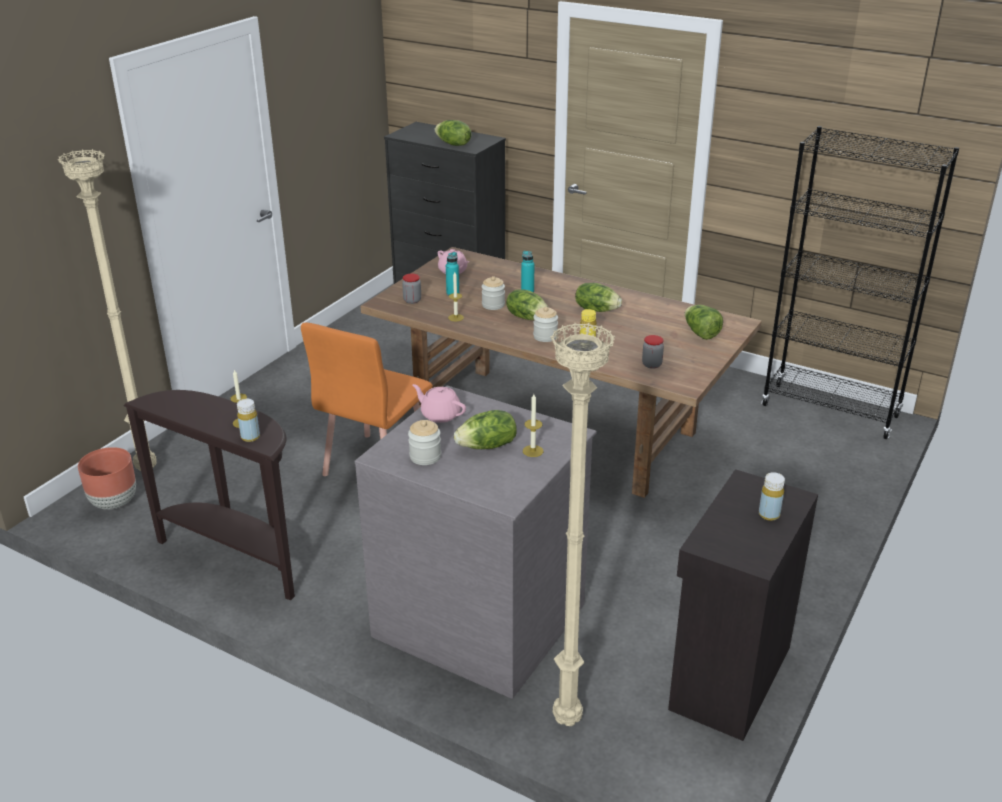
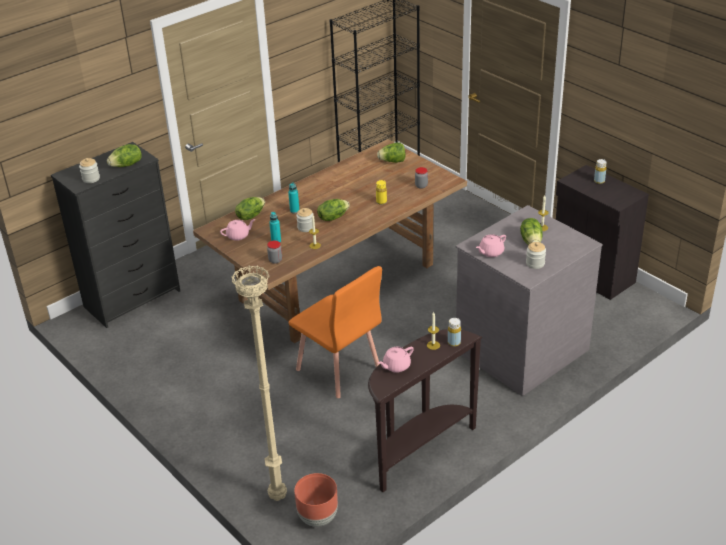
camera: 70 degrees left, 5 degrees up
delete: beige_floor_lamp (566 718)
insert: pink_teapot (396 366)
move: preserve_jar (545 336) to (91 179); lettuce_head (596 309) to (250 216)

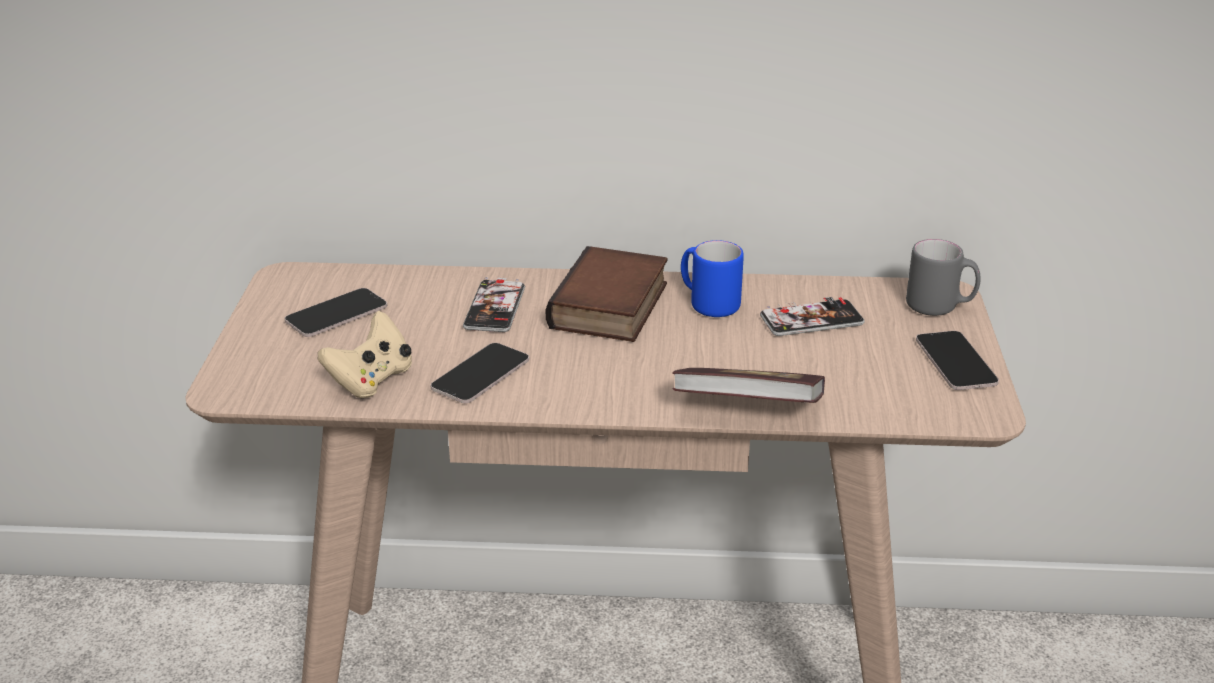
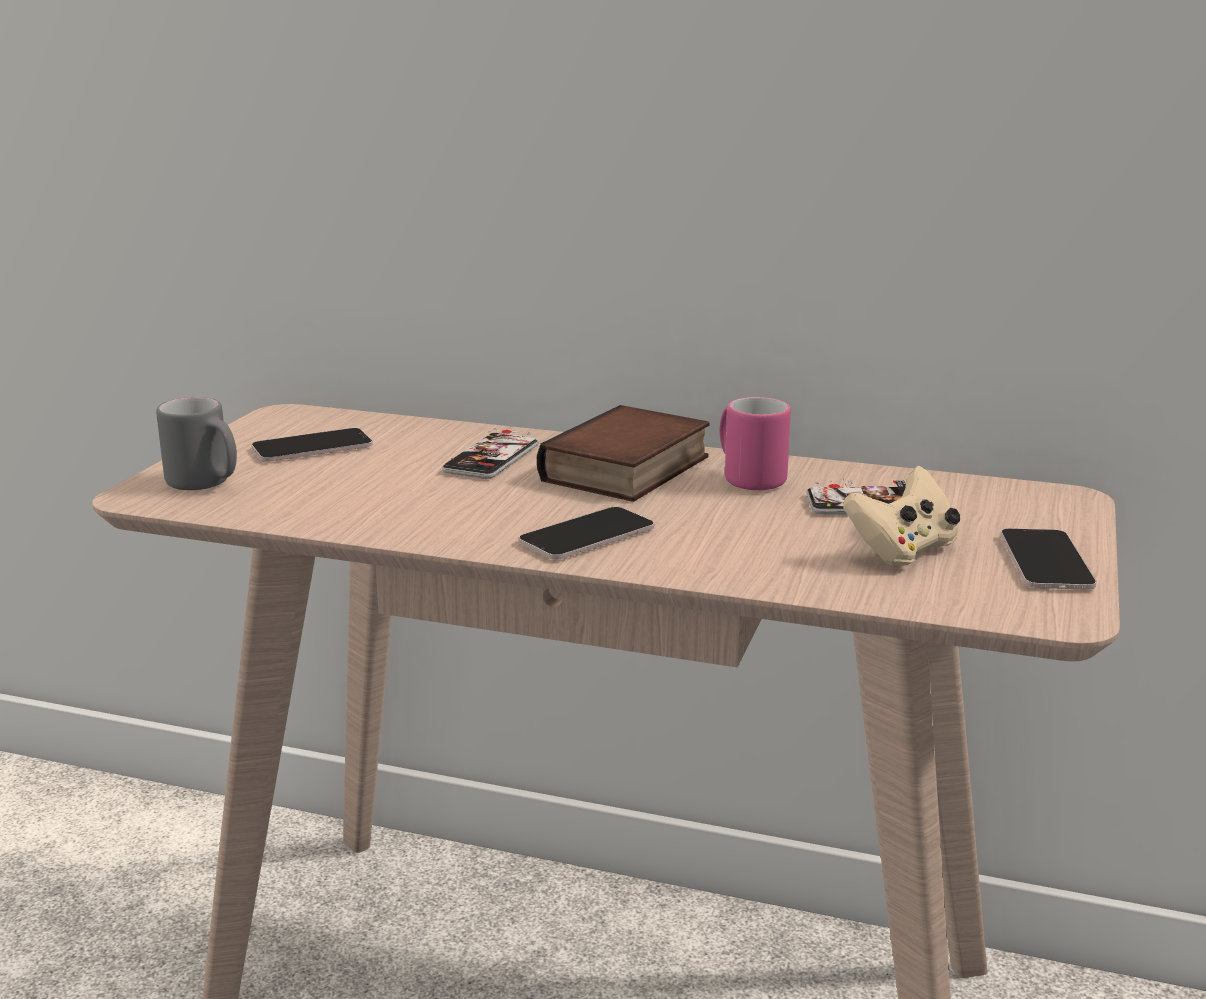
camera: 15 degrees right, 10 degrees down
delete: bound_book (748 411)
move: beige_game_controller (371 380) to (902 551); handset (480 374) to (587 535); grey_tea_mug (940 307) to (206 484)
recolor: blue_tea_mug (708 304) to pink_tea_mug (747 478)

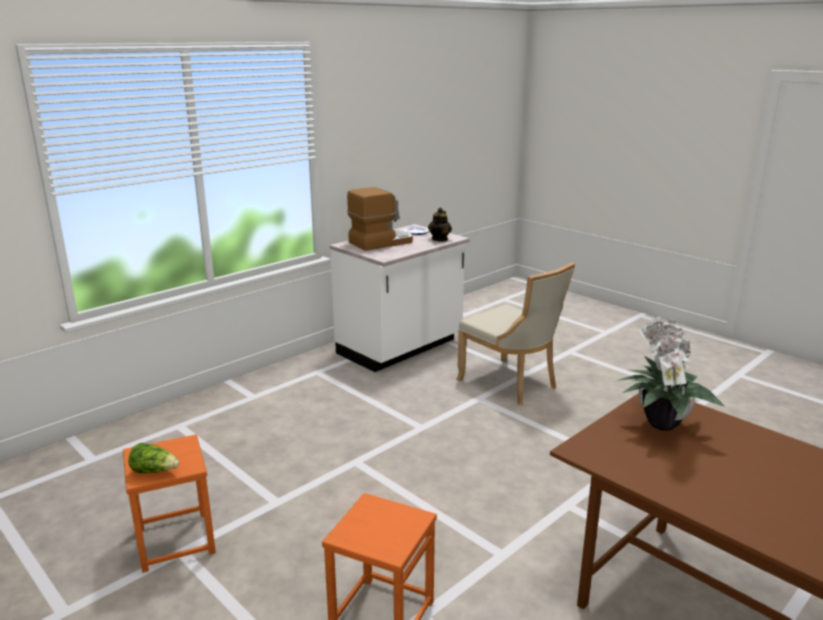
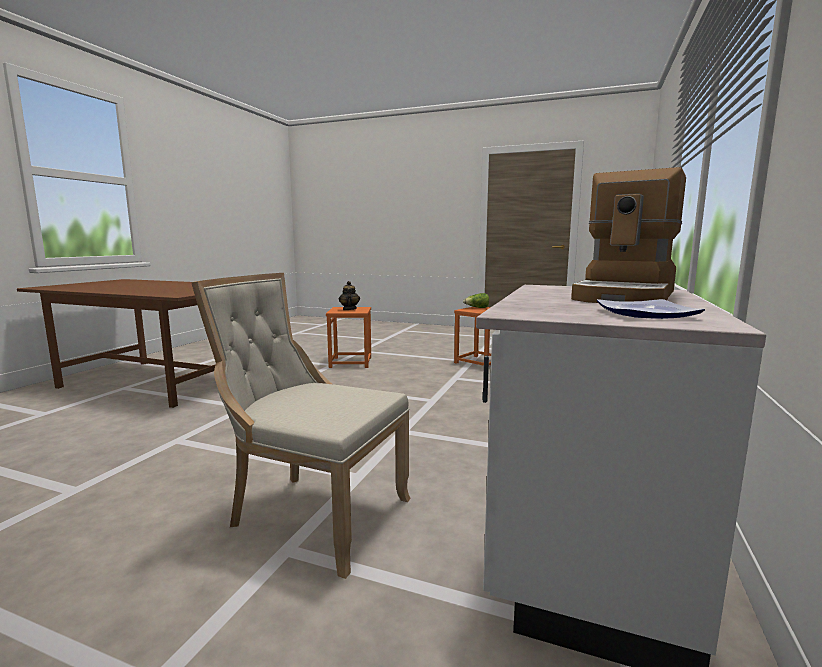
camera: 155 degrees right, 10 degrees down
delete: houseplant (661 426)
move: teapot (440 239) to (349 309)

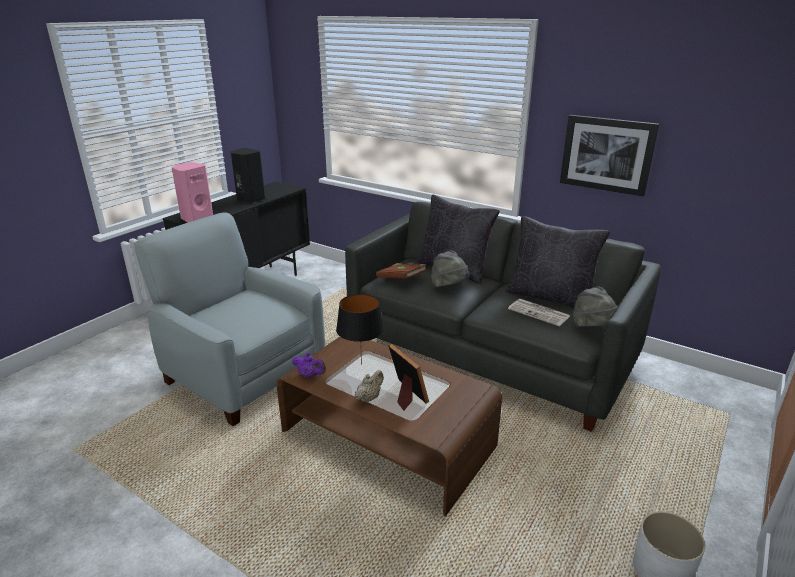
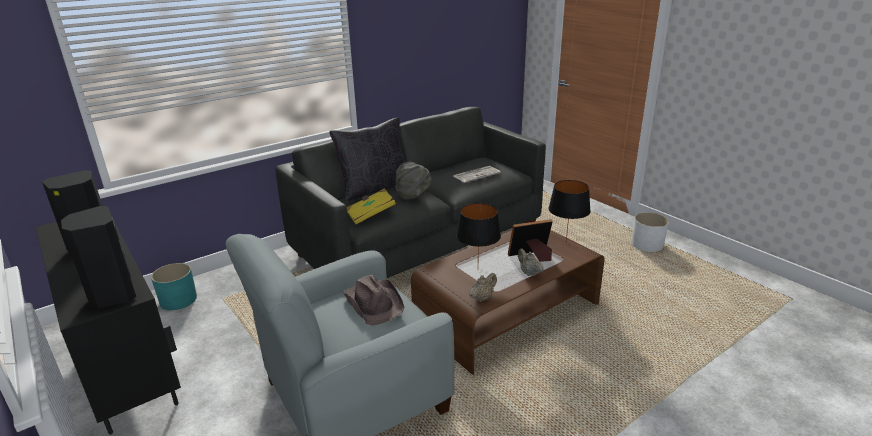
camera: 70 degrees left, 0 degrees up
delete: black_pillow (550 297); wall_picture (607 154); grey_wearable_hat (592 328)
insert: turquoise_plant_pot (178 300); brown_wearable_hat (374 303); black_tabletop_lamp (566 242)
recolor: pink_speaker (196 218) to black_speaker (112 296); purple_teapot (310 375) to beige_teapot (482 298); brown_bound_book (401 279) to yellow-coloured_bound_book (370 215)

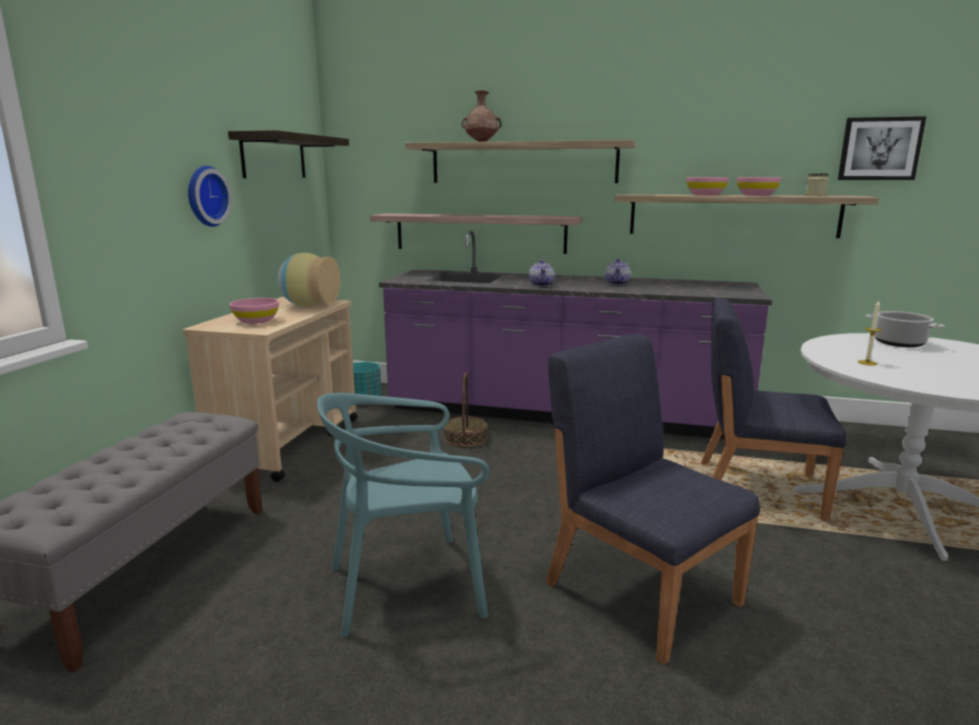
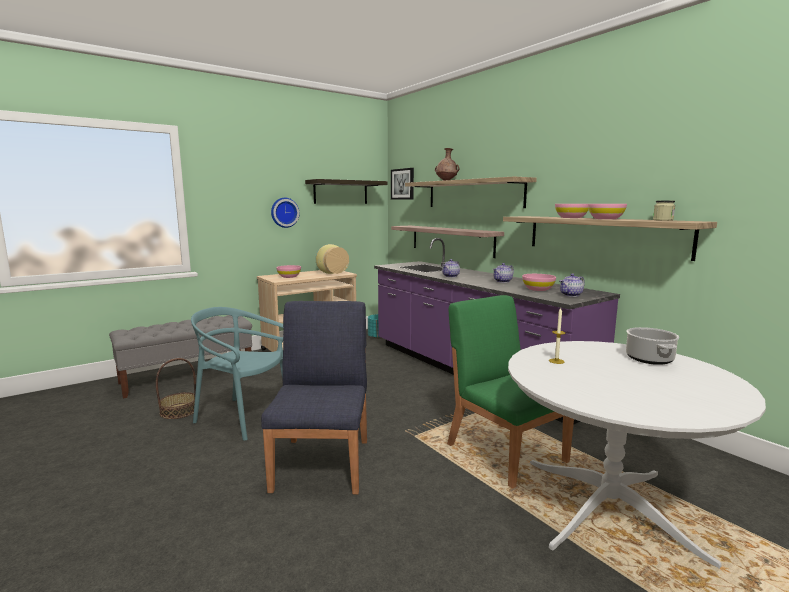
camera: 40 degrees right, 5 degrees down
insert: pink_deep_dish (538 289); teapot (571 295)
move: basket (465 438) to (179 411); wall_picture (879 149) to (402 184)
recolor: blue_upright_chair (756 489) to greenish_upright_chair (505 452)

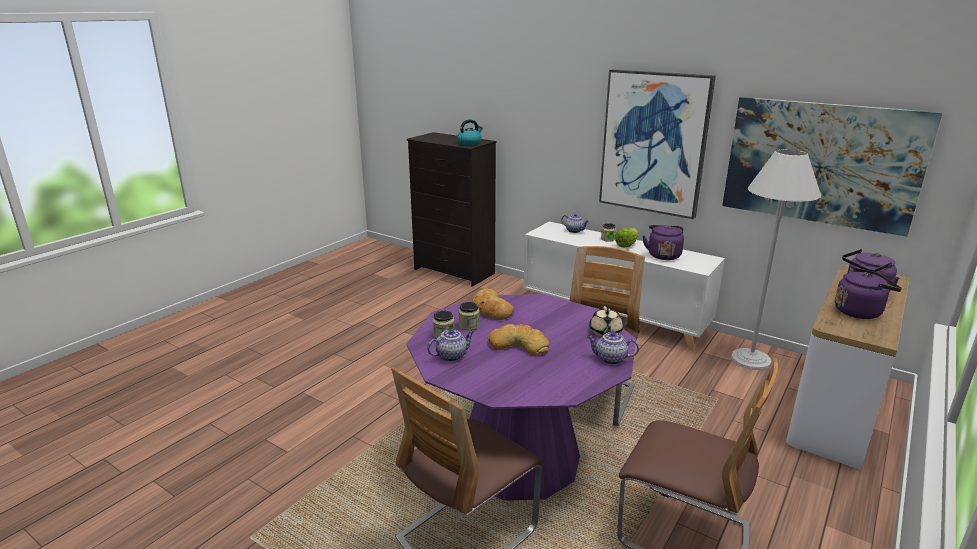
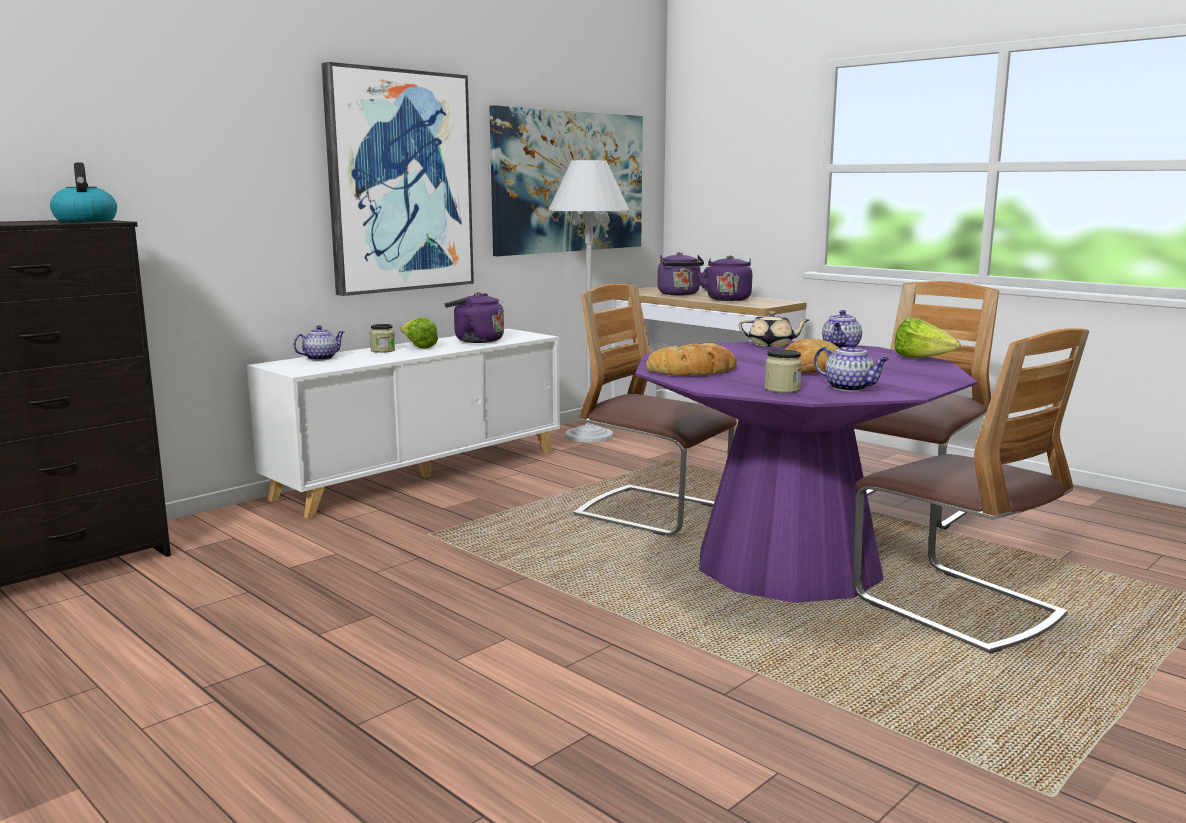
camera: 80 degrees left, 10 degrees down
delete: preserve_jar (469 325)
insert: lettuce_head (922 359)
rotate: teapot (452 356) = (850 388) 150 degrees clockwise

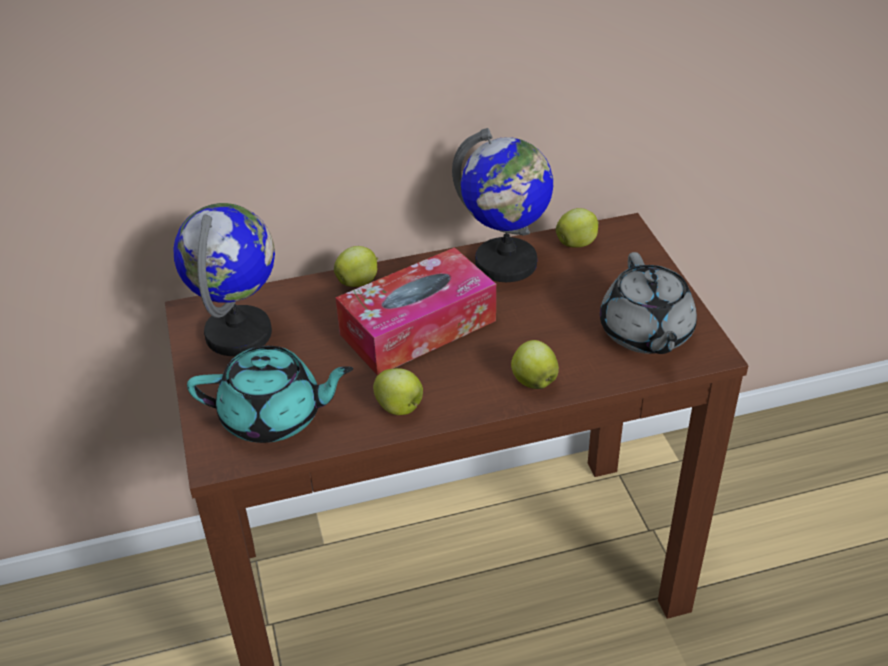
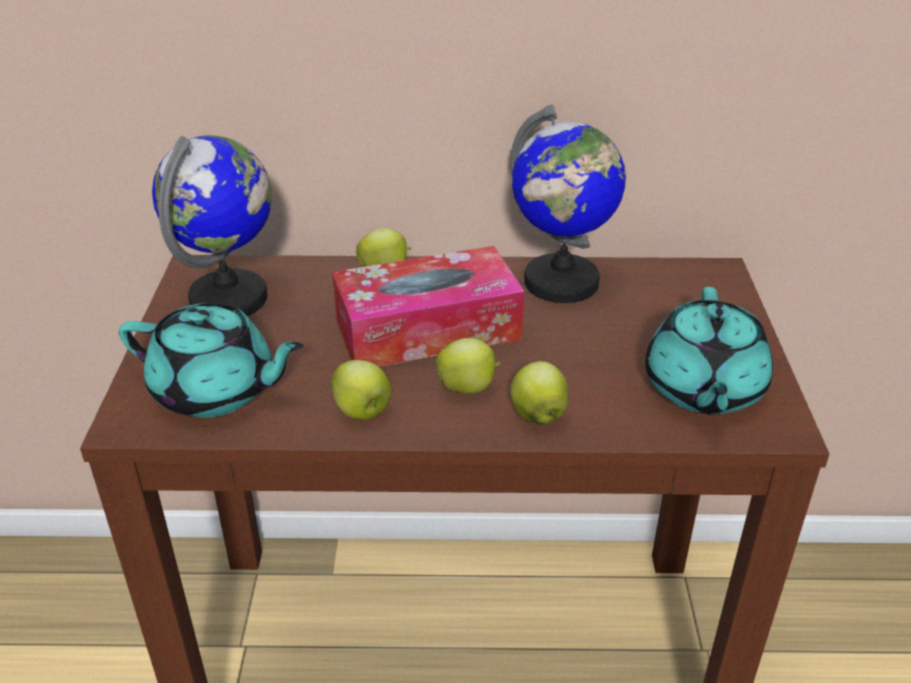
camera: 15 degrees right, 5 degrees down
move: apple (577 244) to (467 388)
recolor: grey_teapot (646 333) to turquoise_teapot (703 389)

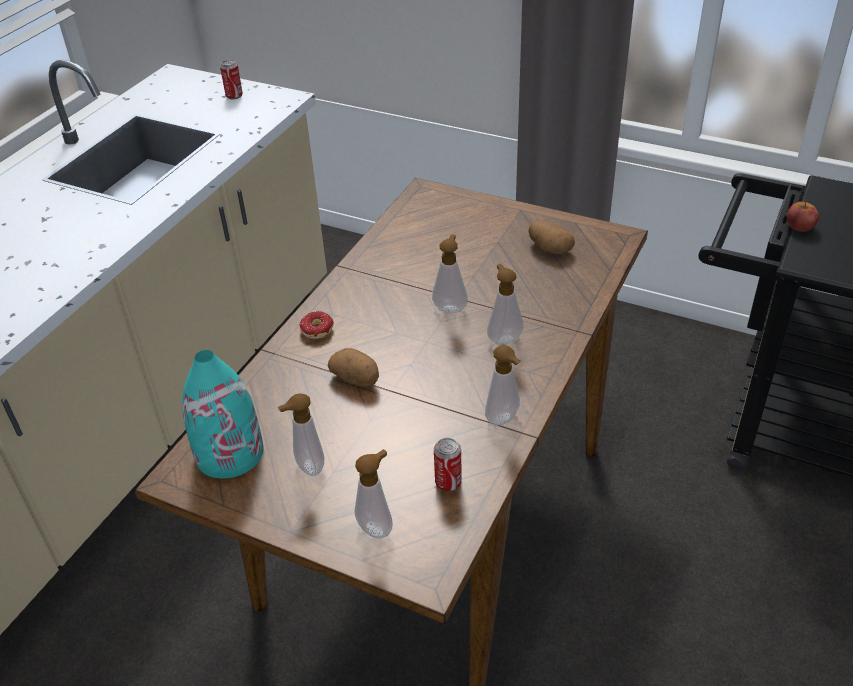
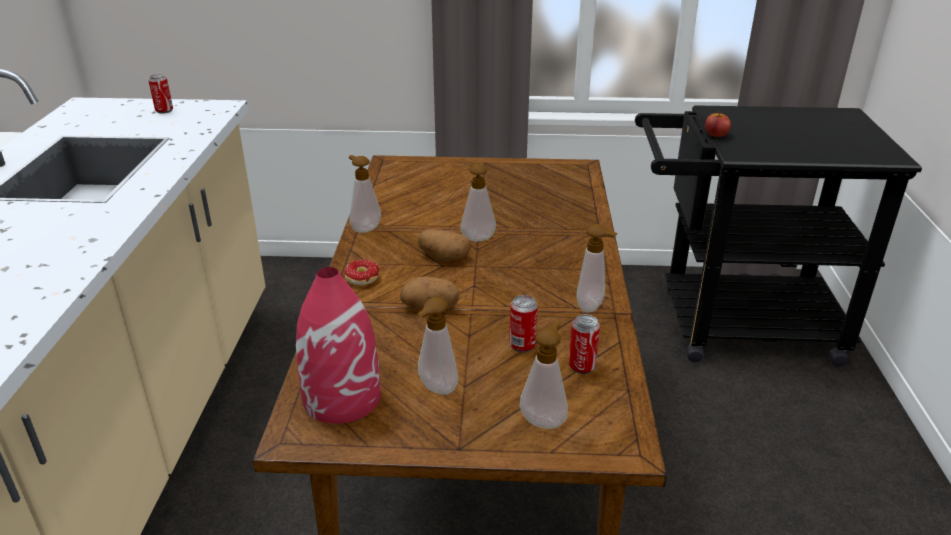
camera: 25 degrees left, 10 degrees down
insert: metal_can (522 345)
move: soap_dispenser (503 337) to (364 228); whole_potato (549 248) to (443 257)
recolor: turquoise_flower_vase (230 452) to red_flower_vase (342 397)

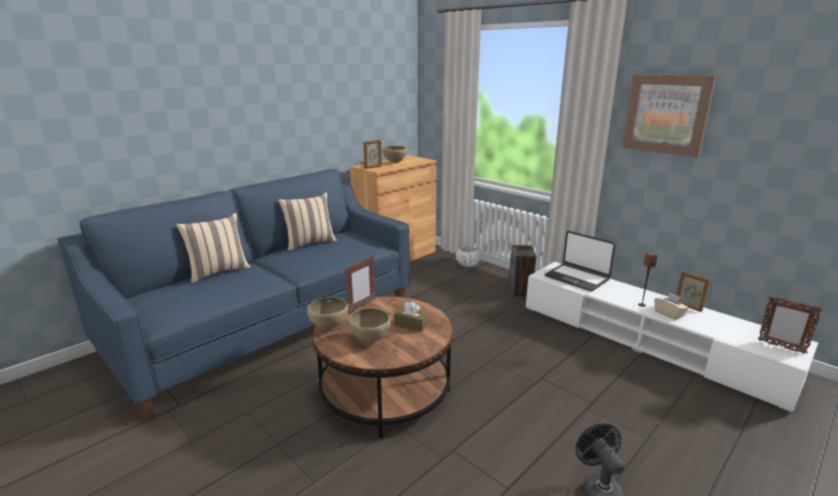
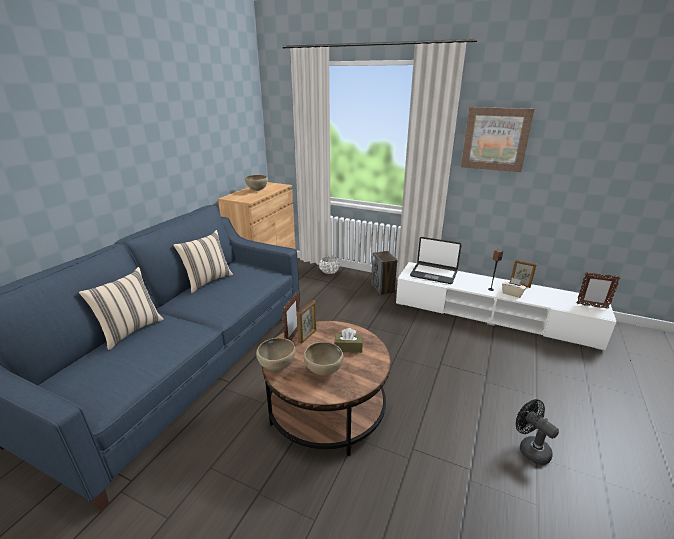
camera: 20 degrees left, 5 degrees up
move: photo_frame (373 167) to (307 336)

